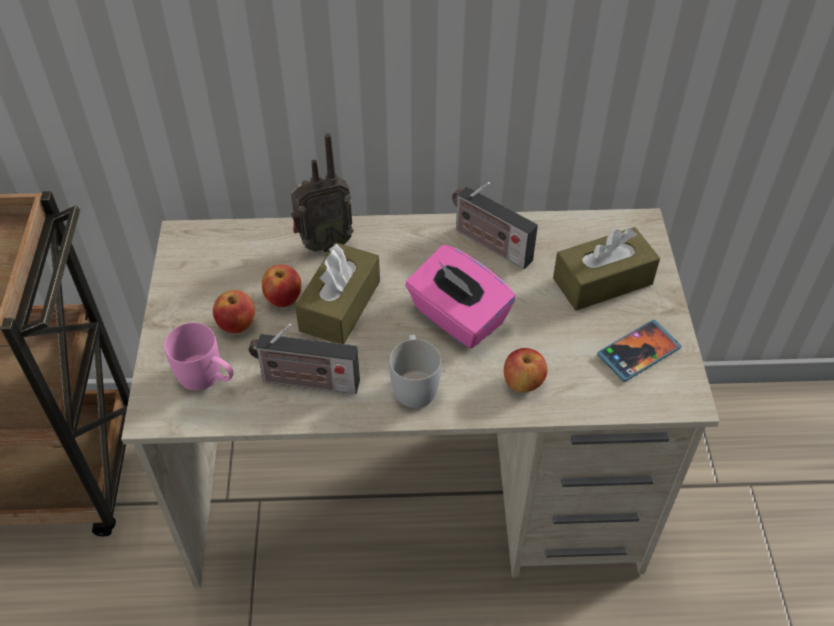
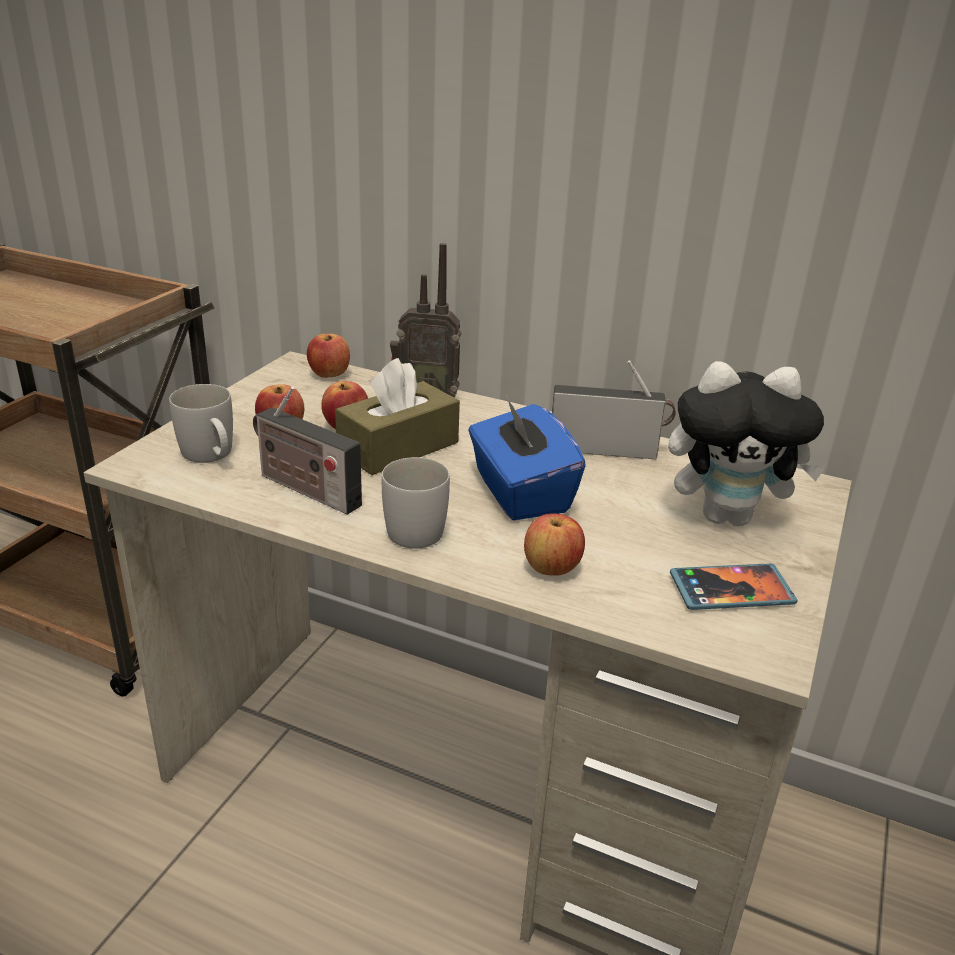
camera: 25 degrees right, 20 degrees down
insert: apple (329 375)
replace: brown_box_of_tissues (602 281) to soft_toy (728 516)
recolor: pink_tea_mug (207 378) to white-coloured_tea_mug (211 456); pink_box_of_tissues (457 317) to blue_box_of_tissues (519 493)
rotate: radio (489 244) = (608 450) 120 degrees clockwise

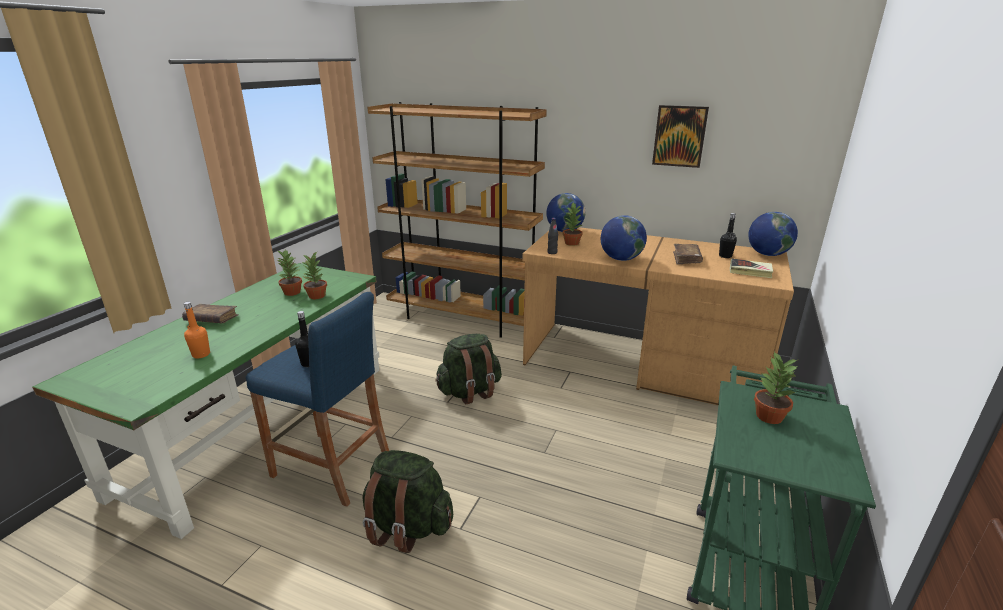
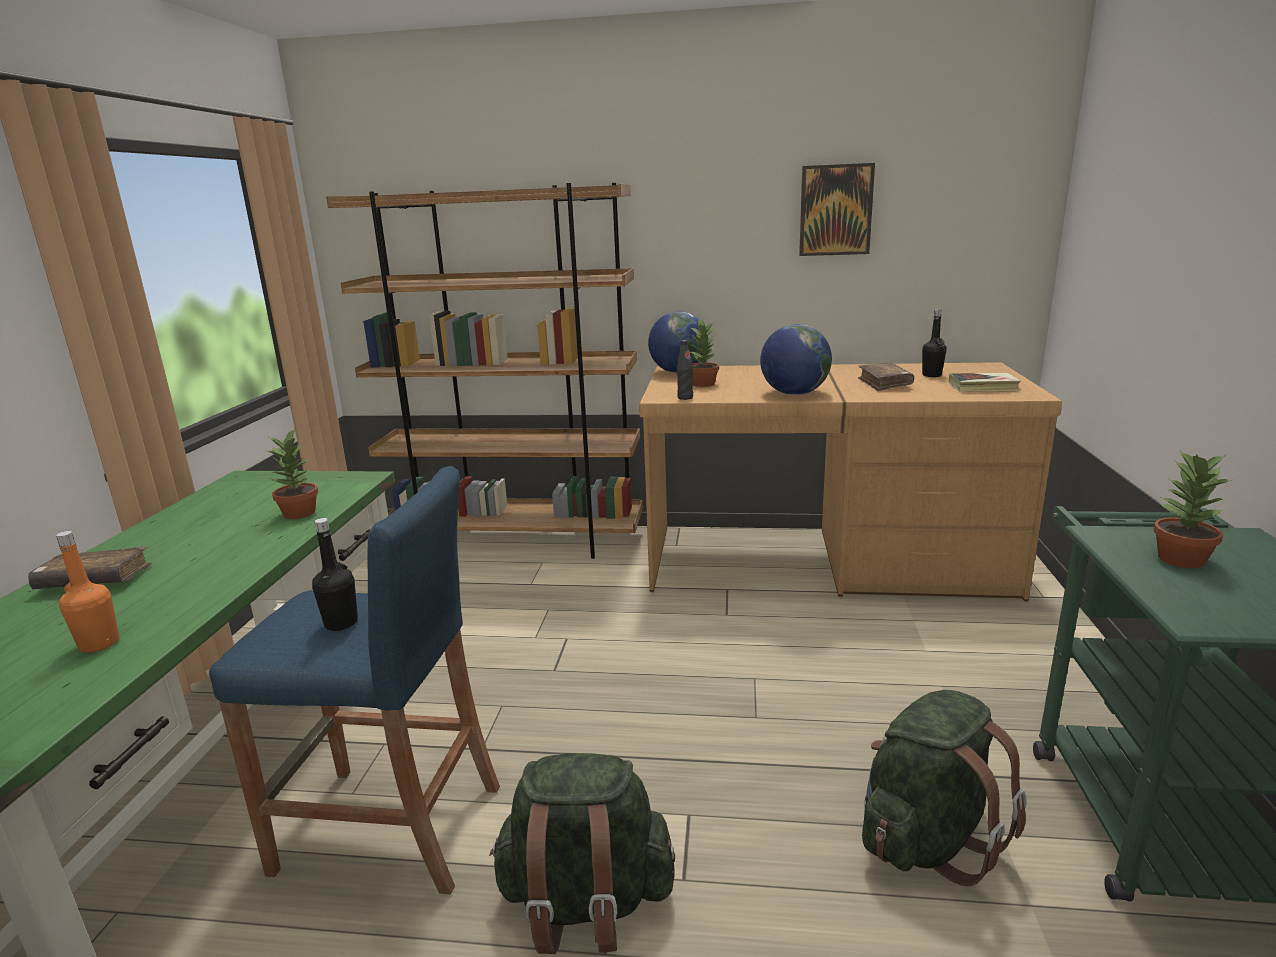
camera: 15 degrees left, 5 degrees down
delete: houseplant (292 292); world_globe (767 254)
move: greenish_rucksack (470 391) to (927 838)

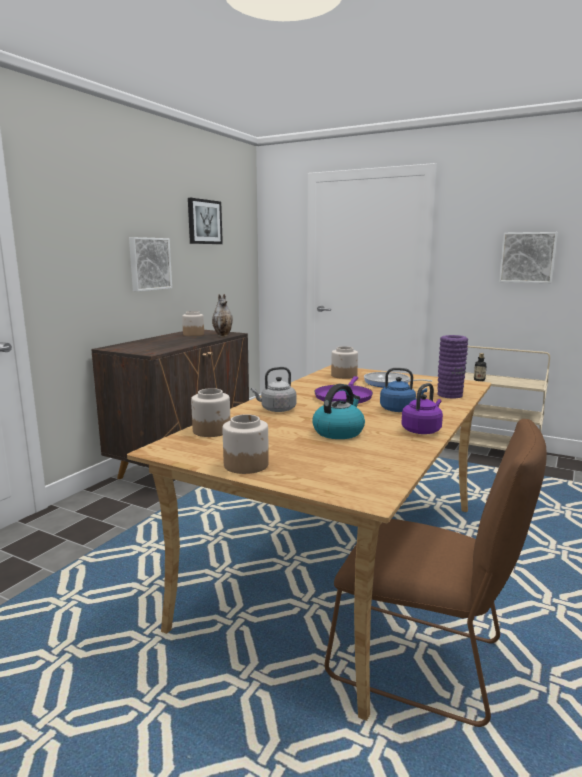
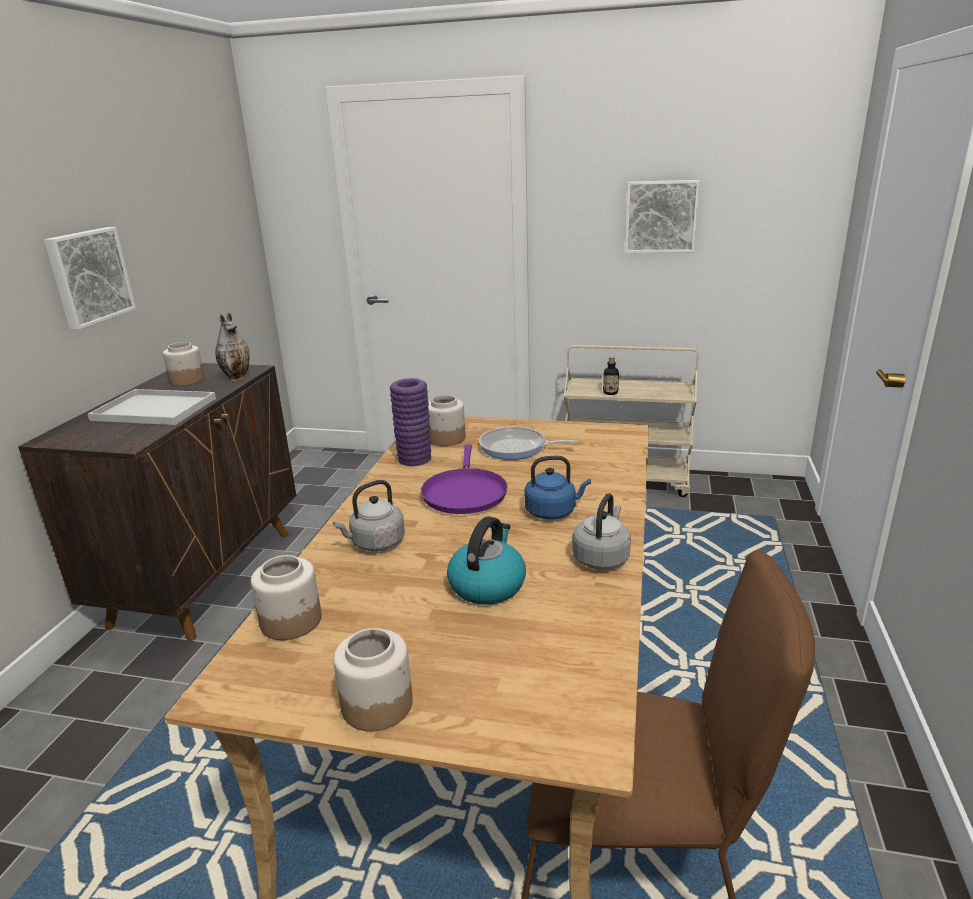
camera: 15 degrees left, 10 degrees up
delete: wall_picture (204 222)
insert: white-coloured_serving_tray (157 409)
move: purple_flower_vase (449 395) to (414 459)
recolor: purple_kettle (422 430) to grey_kettle (602 557)

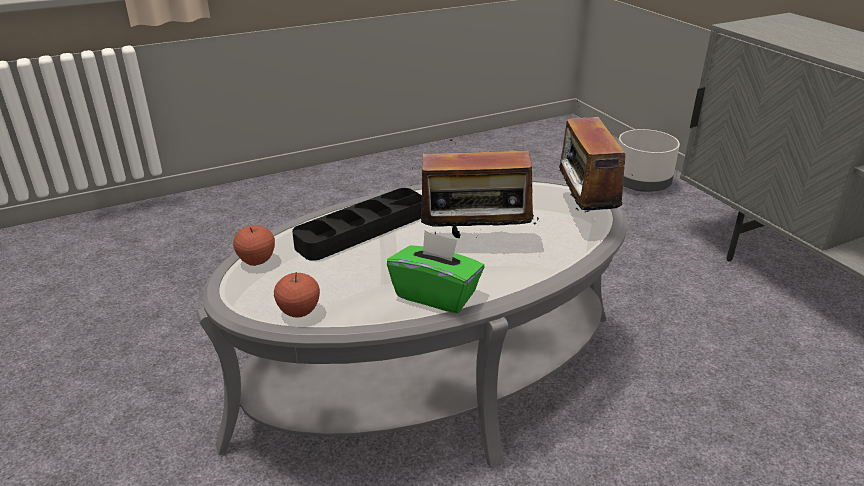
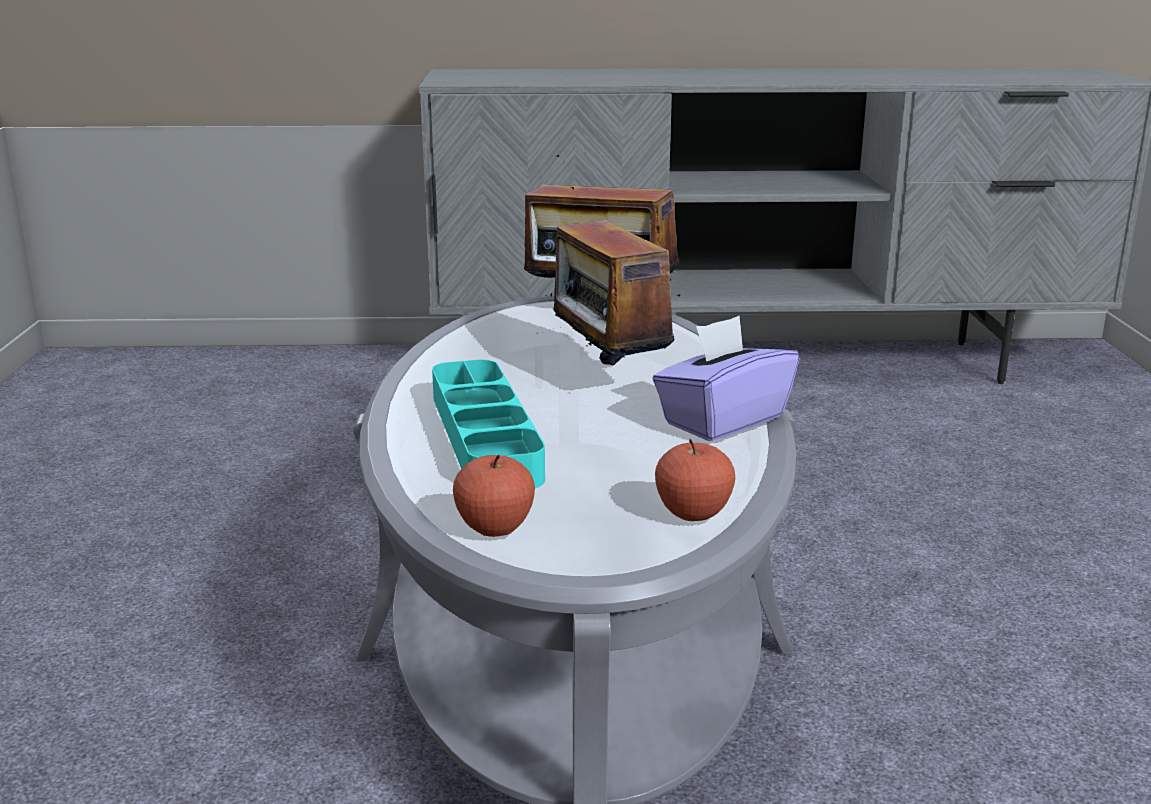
camera: 65 degrees left, 10 degrees down
delete: grey_plant_pot (642 183)
recolor: black_serving_tray (362 230) to turquoise_serving_tray (484 436); greenish_box_of_tissues (436 294) to purple_box_of_tissues (722 420)
rotate: radio (475 242) = (607 377) 135 degrees clockwise

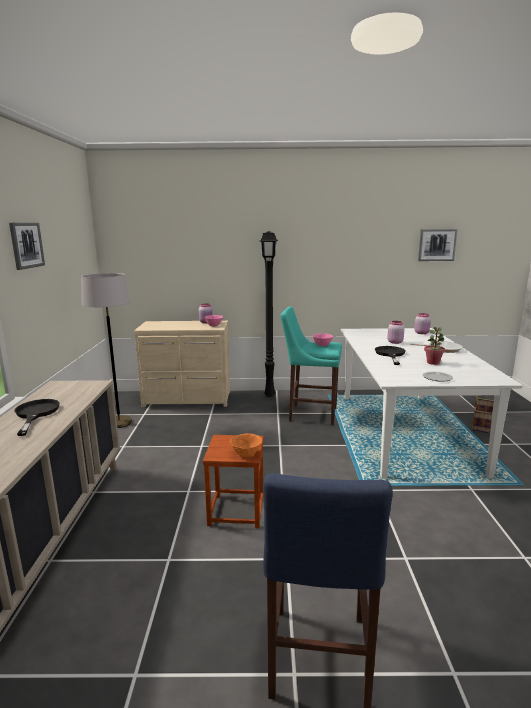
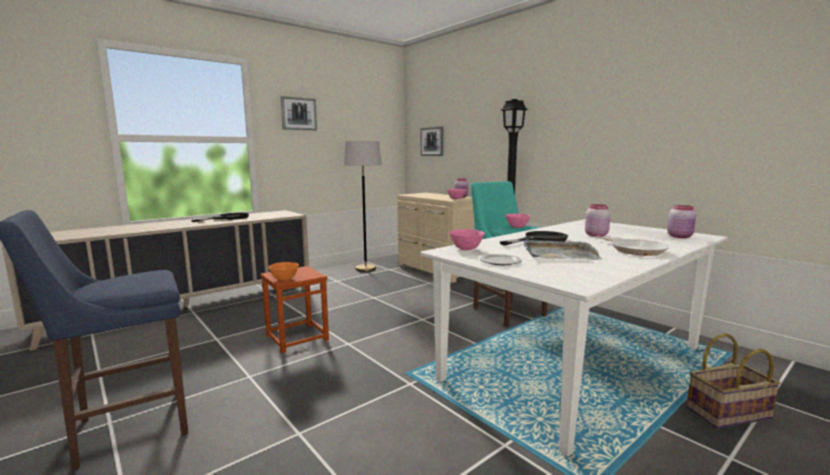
camera: 50 degrees right, 5 degrees down
insert: pink_deep_dish (466 249)
move: wall_picture (437 245) to (432 141)
replace: houseplant (433 362) to grey_serving_tray (558 254)

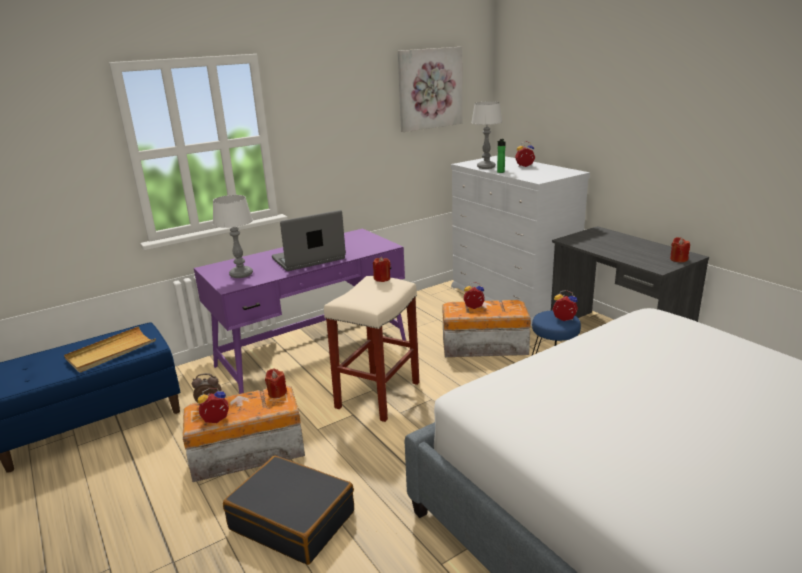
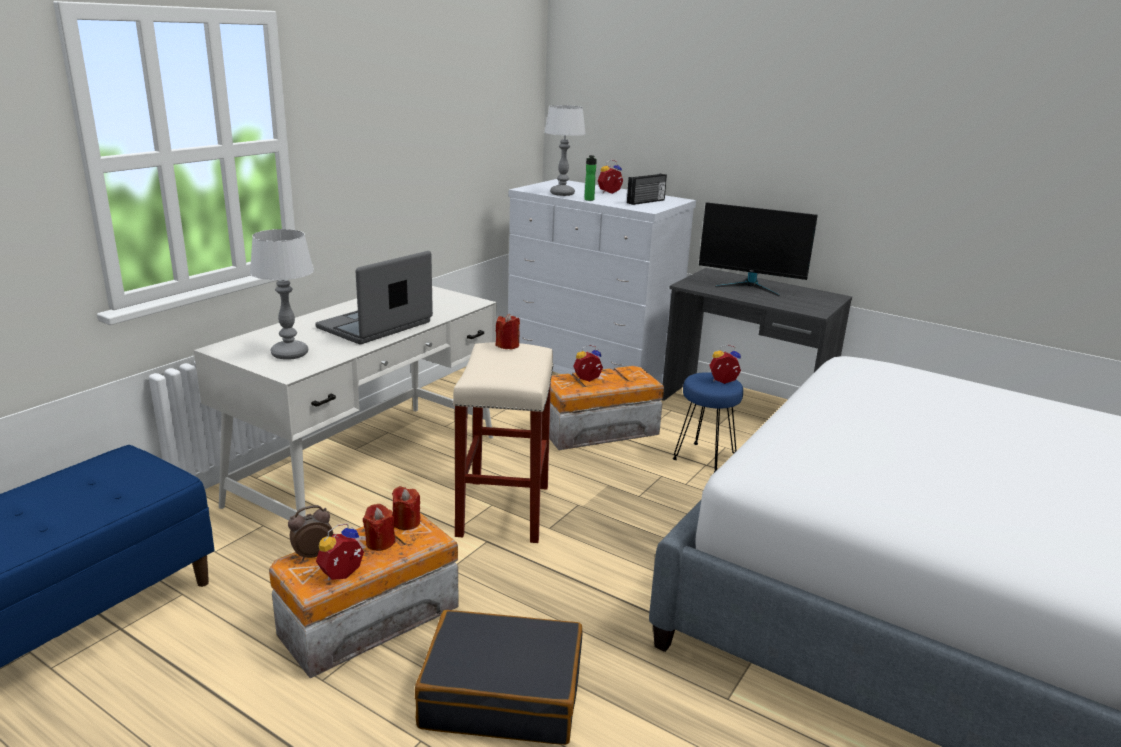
camera: 25 degrees left, 0 degrees up
delete: beige_serving_tray (111 352); wall_picture (429 88)
insert: radio (646 202); monitor (750 286)
move: red_wax_candle (678 259) to (380 542)
recolor: purple_desk_table (313 354) to white-coloured_desk_table (369 469)

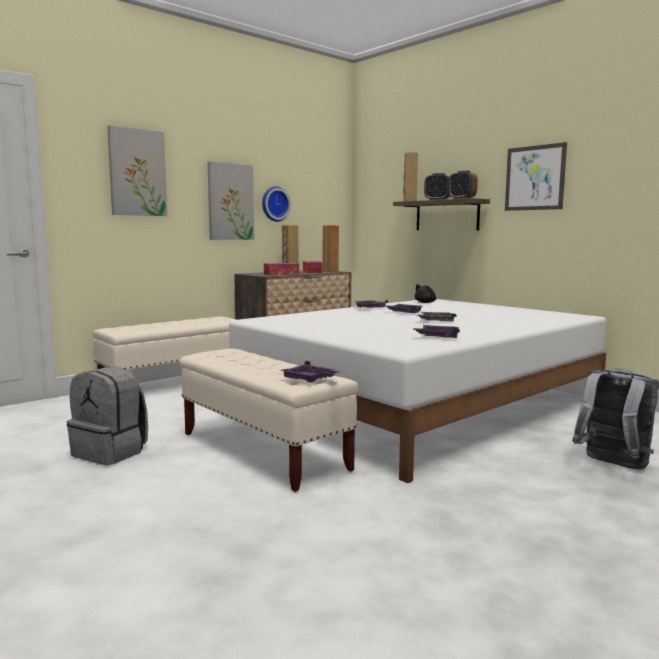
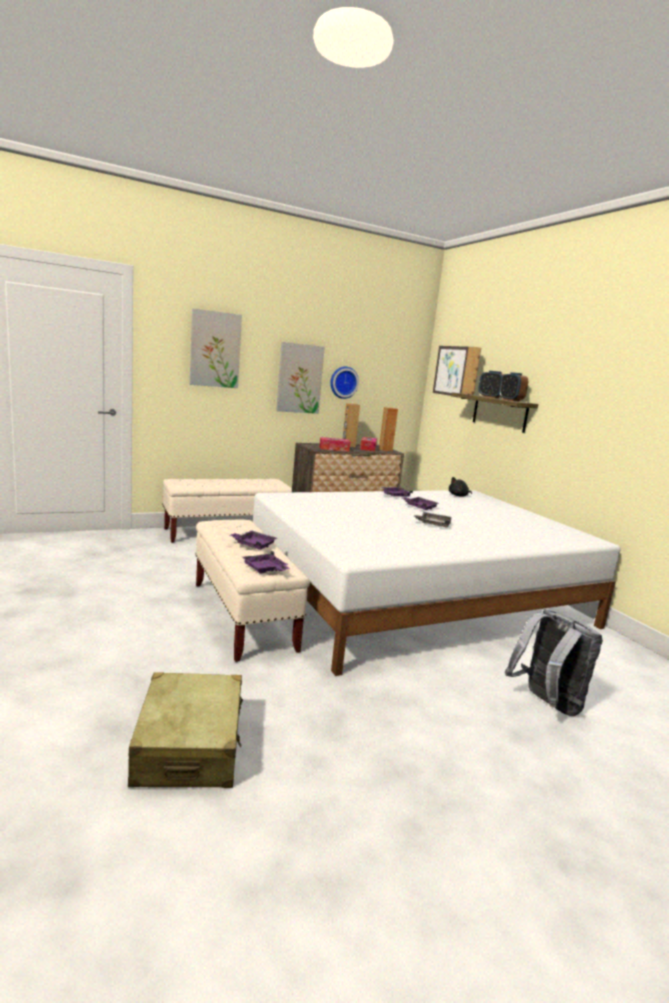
camera: 15 degrees right, 5 degrees up
delete: grey_rucksack (111 452)
insert: beige_suitcase (189 746)
move: purple_serving_tray (438 337) to (253 545); wall_picture (534 178) to (450 370)

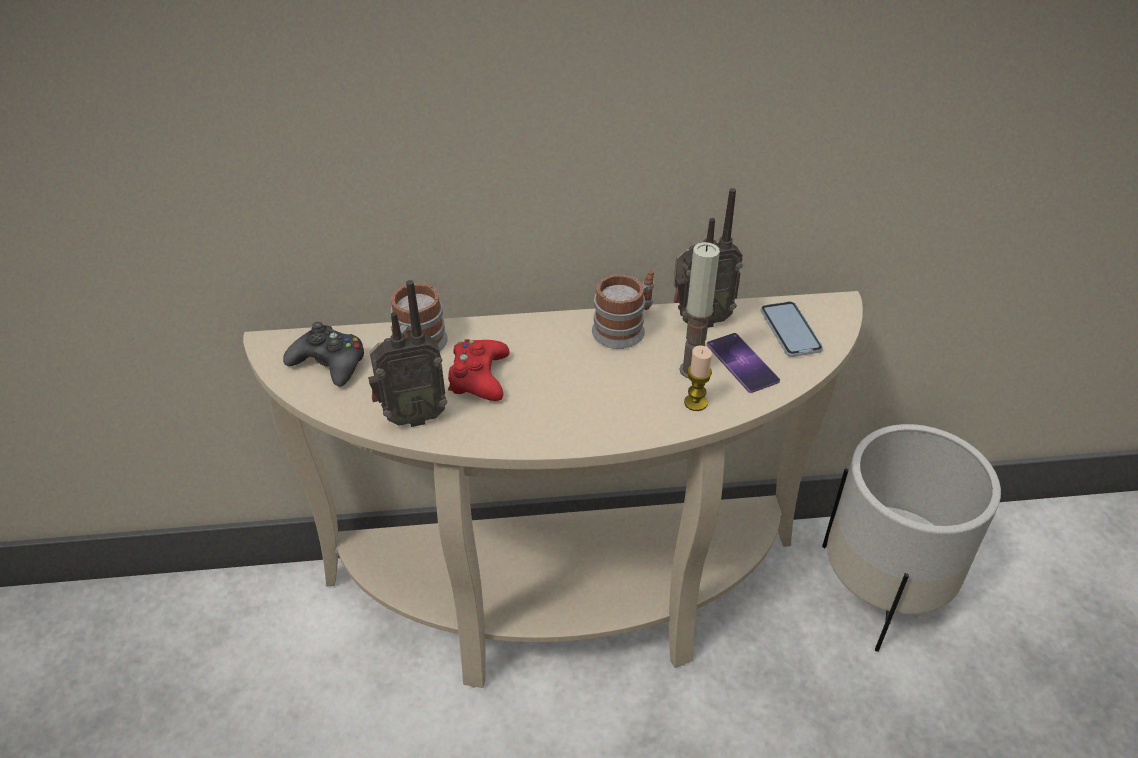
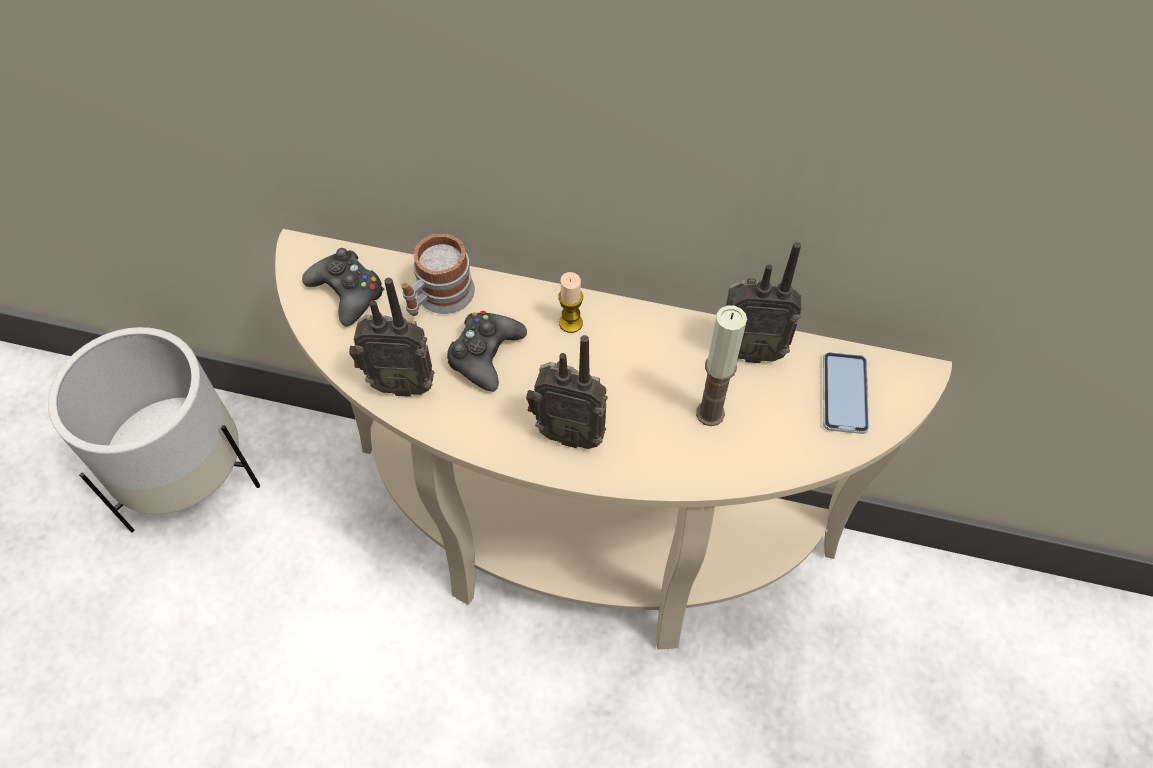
camera: 20 degrees right, 15 degrees up
delete: tea_mug (625 328); handset (742 363)
insert: radio (569 432)
move: wax_candle (695 403) to (571 323); white-coloured_plant_pot (882 589) to (188 478)
recolor: red_game_controller (478 377) to black_game_controller (485 355)

